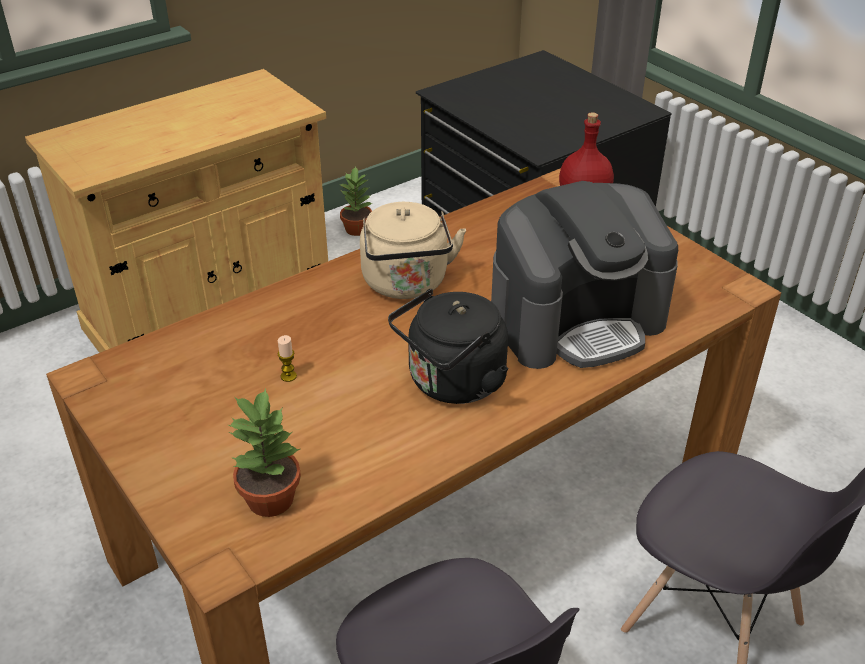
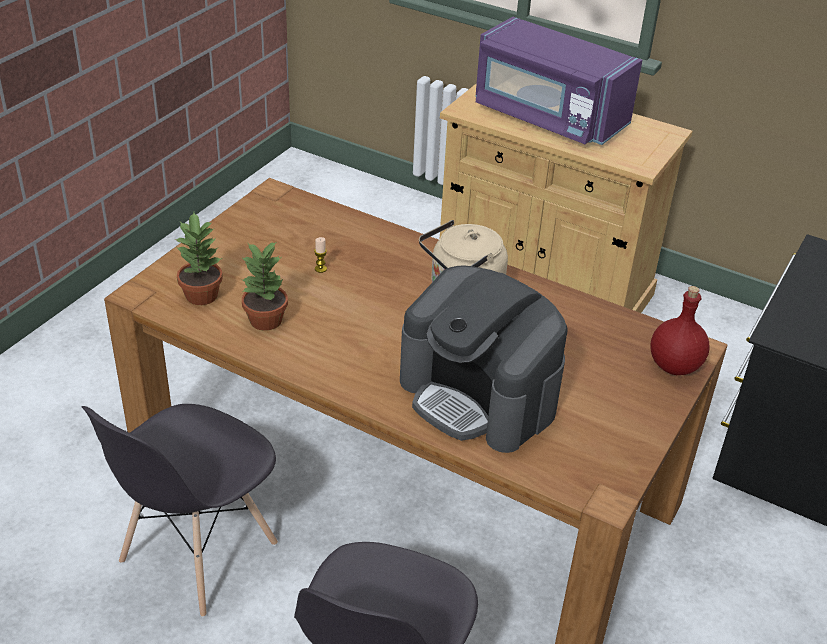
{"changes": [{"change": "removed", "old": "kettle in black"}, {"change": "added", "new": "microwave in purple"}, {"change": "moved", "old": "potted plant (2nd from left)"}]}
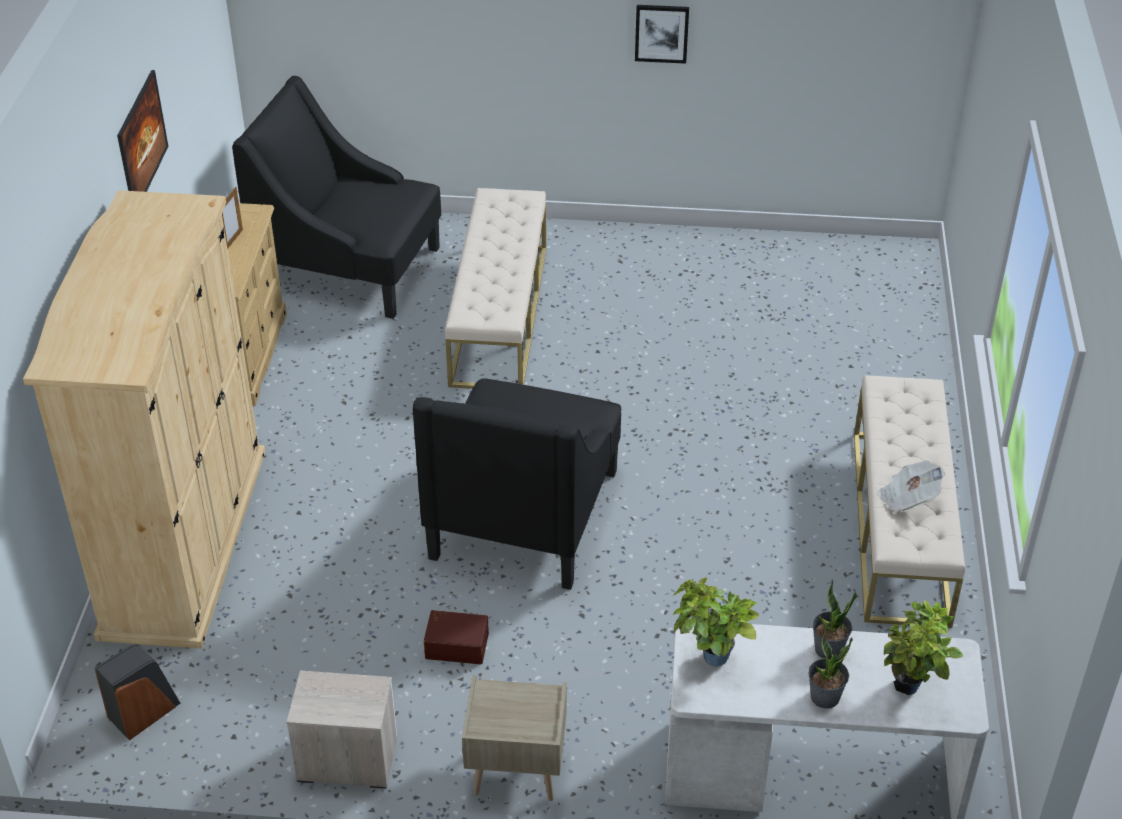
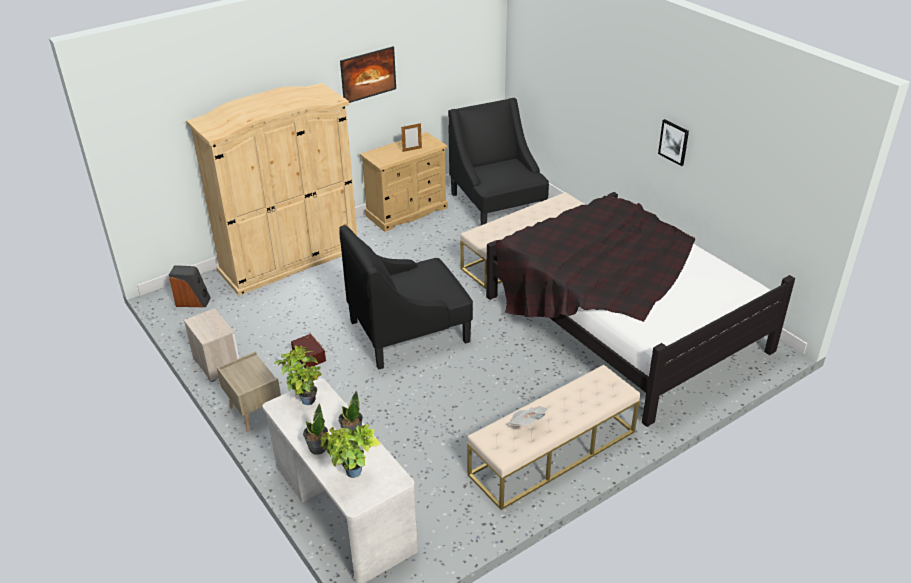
{"changes": [{"change": "added", "new": "bed in black"}]}
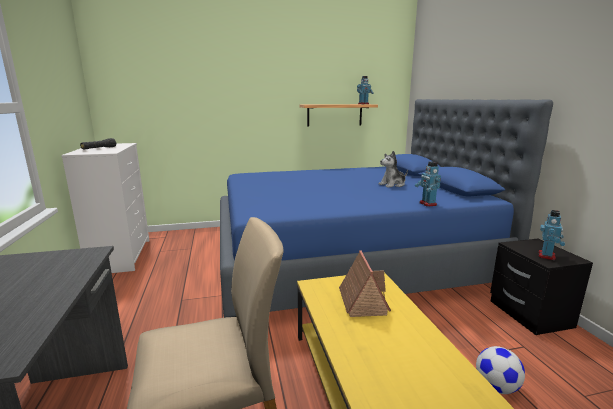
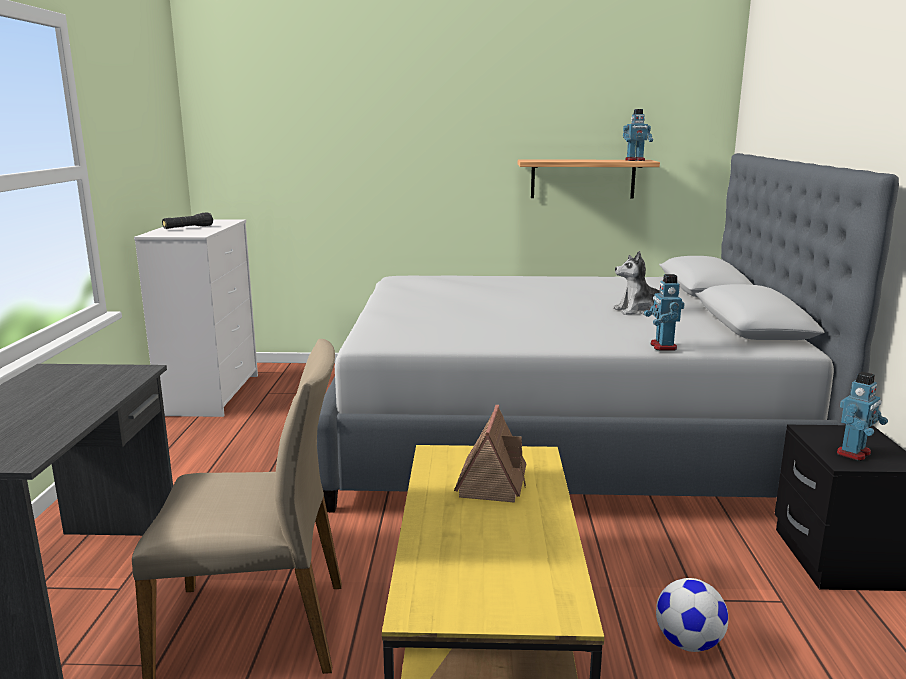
{"changes": [{"change": "recoloured", "old": "bed in blue", "new": "bed in grey"}]}
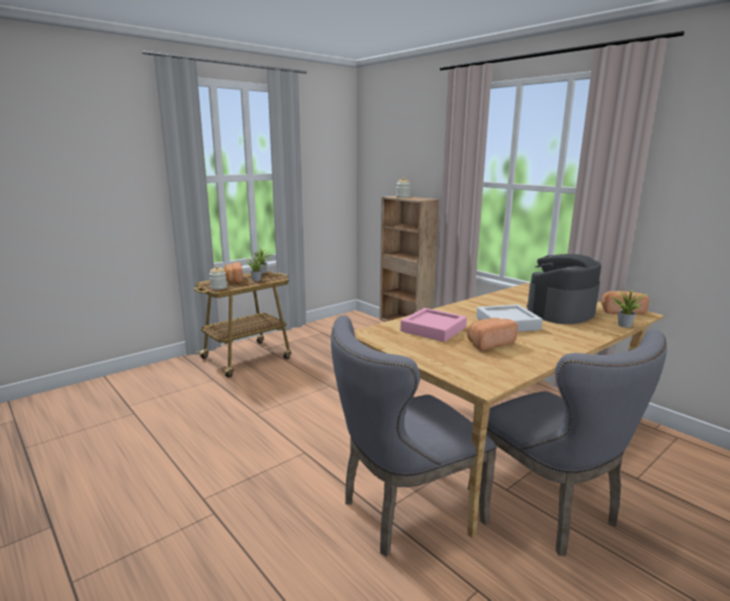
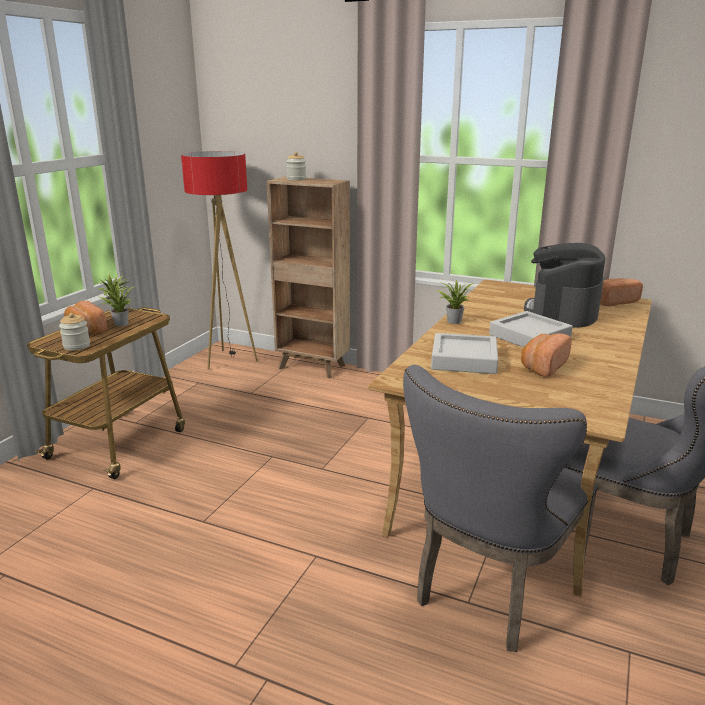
{"changes": [{"change": "added", "new": "floor lamp"}, {"change": "moved", "old": "potted plant (3rd from left)"}, {"change": "recoloured", "old": "tray in pink", "new": "tray in grey (1st from left)"}]}
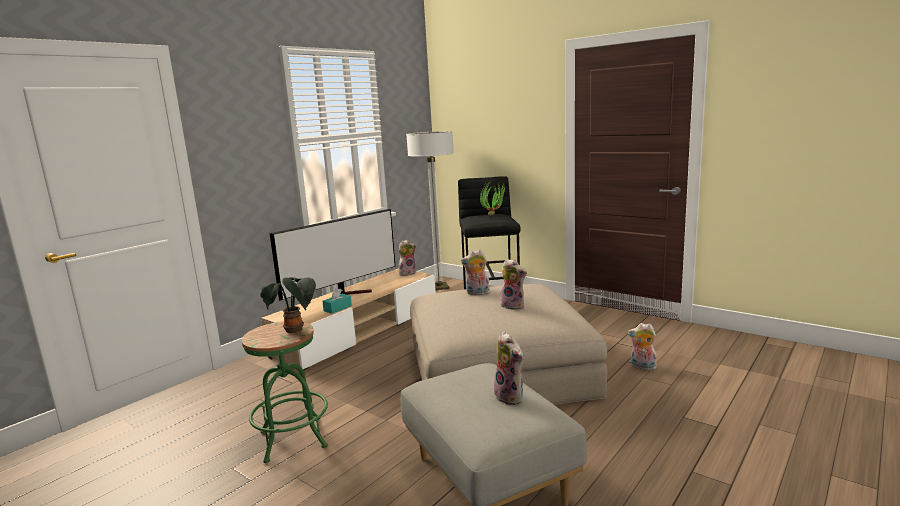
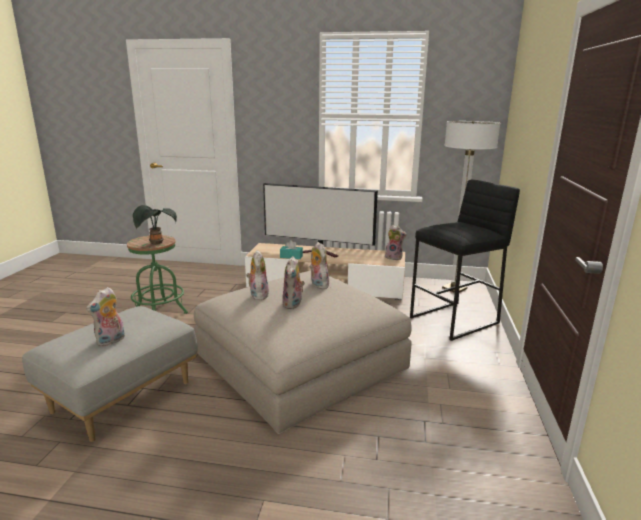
{"changes": [{"change": "removed", "old": "potted plant (2nd from left)"}, {"change": "moved", "old": "plush toy (5th from left in the first image)", "new": "plush toy (2nd from left)"}]}
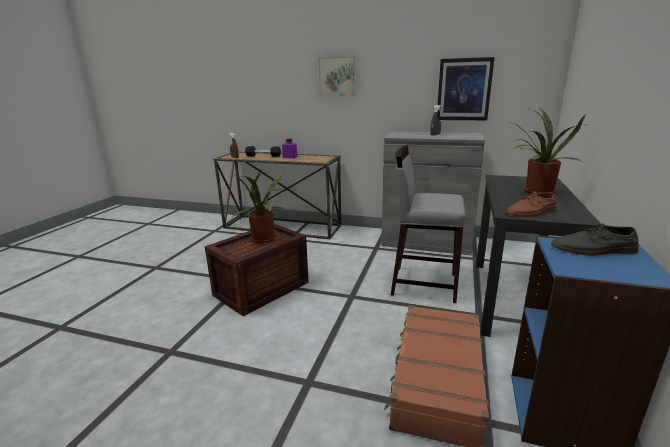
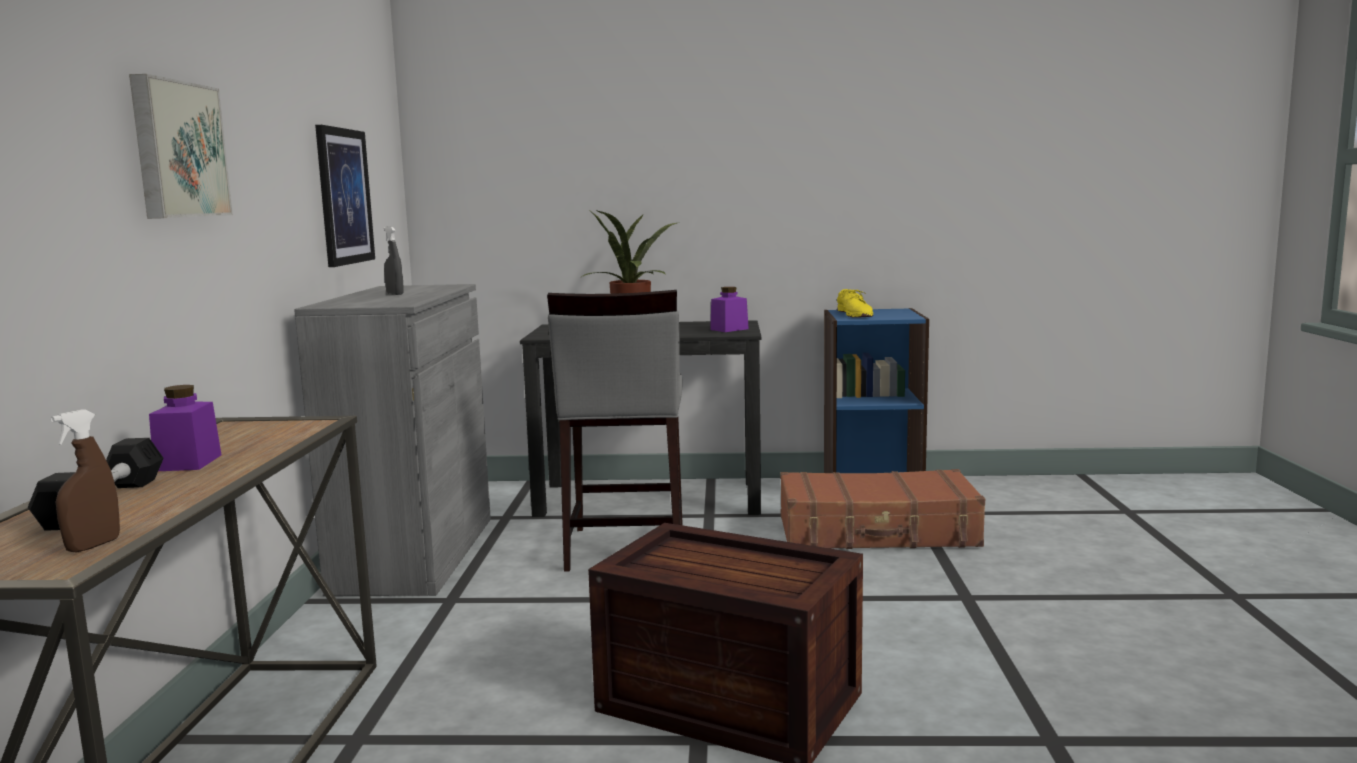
{"changes": [{"change": "removed", "old": "potted plant (1st from left)"}, {"change": "replaced", "old": "shoe in brown", "new": "jar in purple (2nd from left)"}, {"change": "recoloured", "old": "shoe in grey", "new": "shoe in yellow"}]}
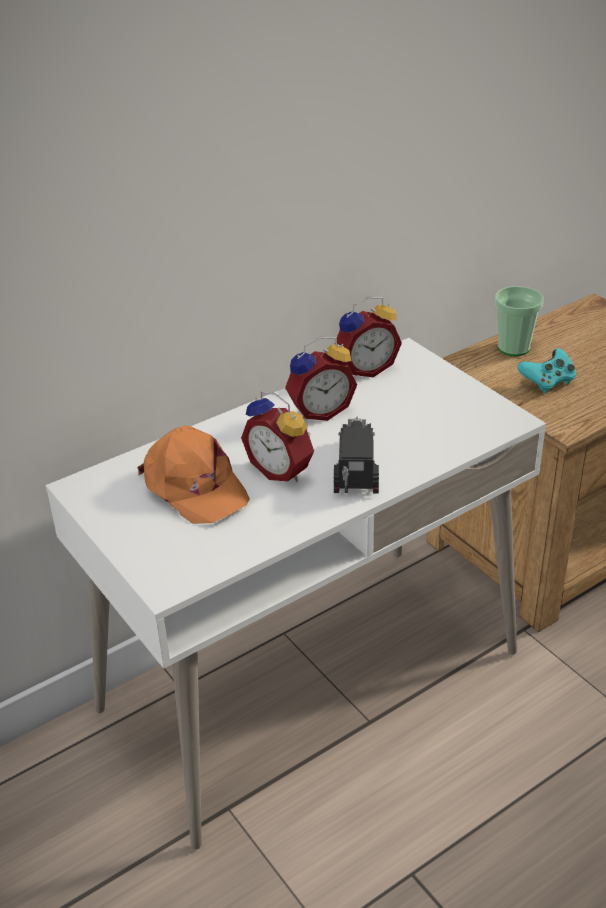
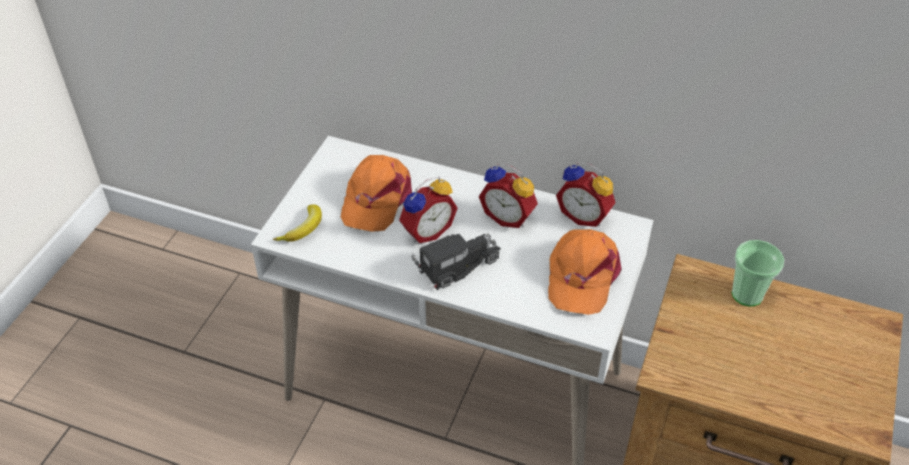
{"changes": [{"change": "removed", "old": "game controller in turquoise"}, {"change": "added", "new": "banana"}, {"change": "added", "new": "cap in orange (2nd from left)"}, {"change": "turned", "old": "alarm clock (1st from left)", "degrees": -135}]}
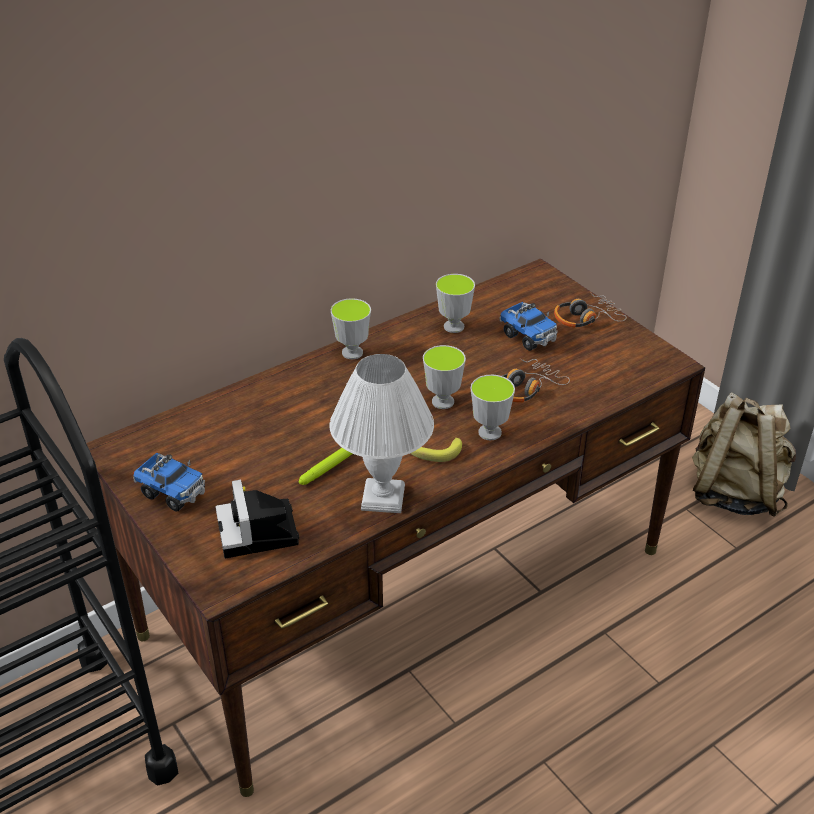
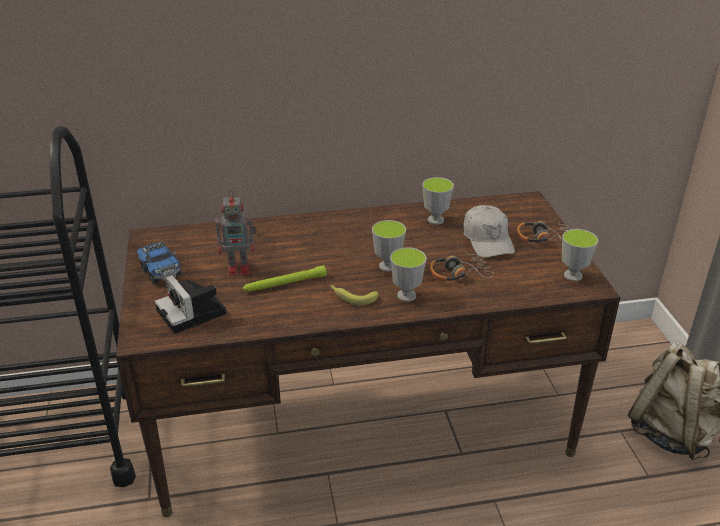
{"changes": [{"change": "removed", "old": "table lamp in white"}, {"change": "added", "new": "toy robot"}, {"change": "moved", "old": "cup (1st from left in the first image)", "new": "cup (4th from left)"}, {"change": "replaced", "old": "toy truck (2nd from left)", "new": "cap in white"}, {"change": "turned", "old": "photo camera", "degrees": -45}]}
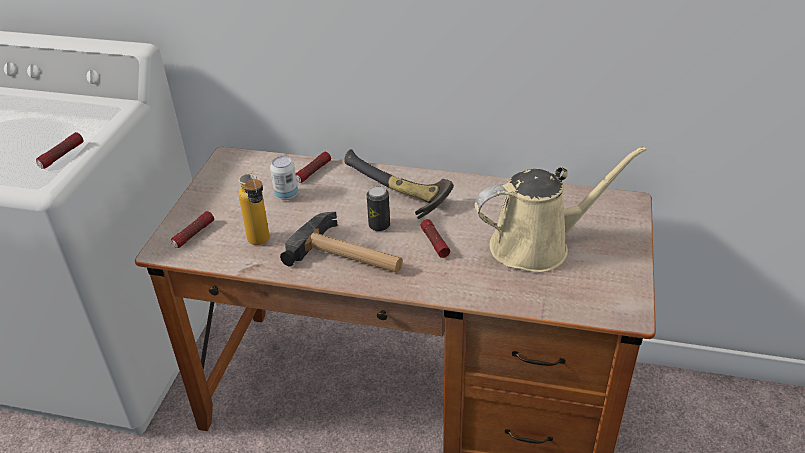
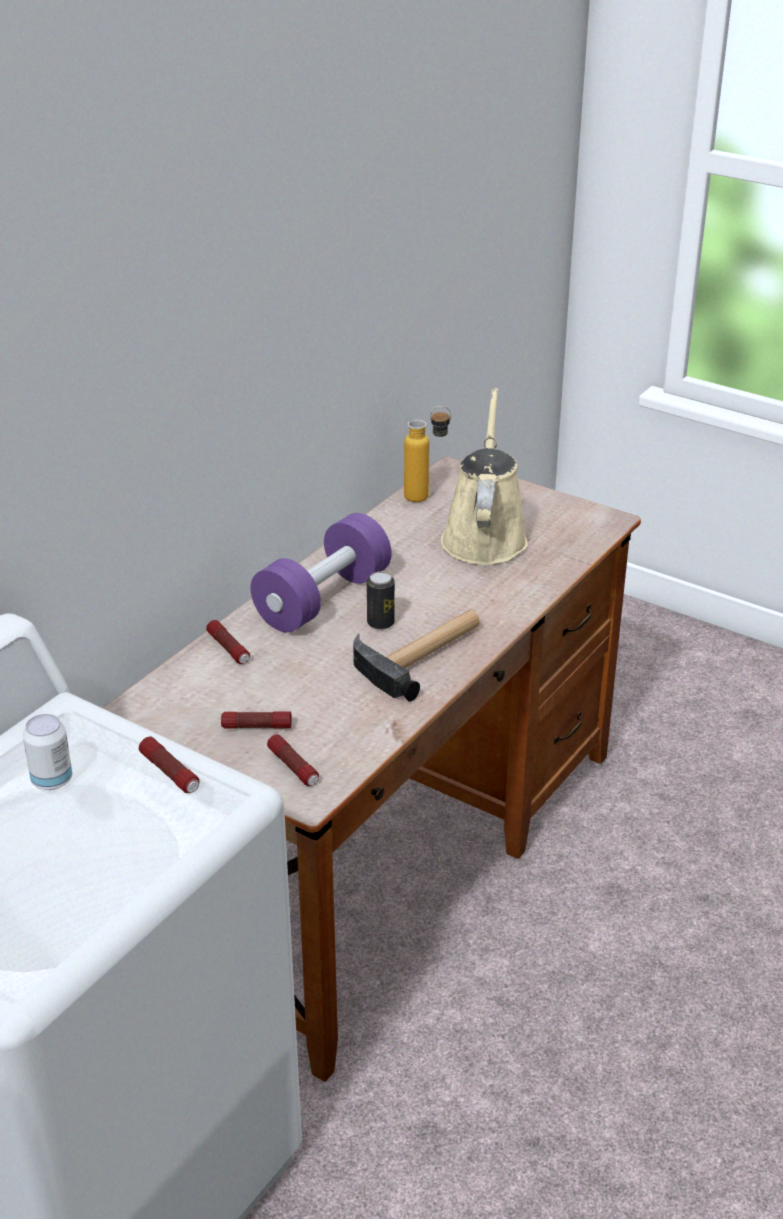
{"changes": [{"change": "moved", "old": "bottle"}, {"change": "moved", "old": "can (1st from left)"}, {"change": "moved", "old": "flashlight (4th from left in the first image)", "new": "flashlight (3rd from left)"}, {"change": "replaced", "old": "hammer (2nd from left)", "new": "dumbbell in purple"}]}
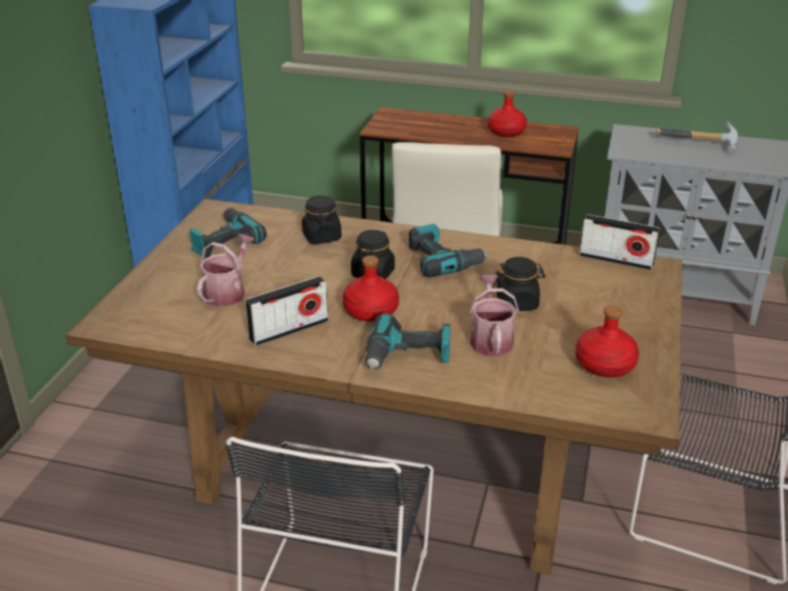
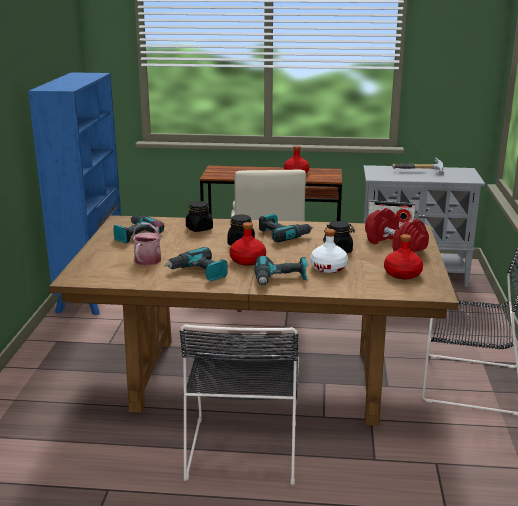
{"changes": [{"change": "added", "new": "dumbbell in red"}, {"change": "replaced", "old": "radio (1st from left)", "new": "power drill (2nd from left)"}, {"change": "replaced", "old": "watering can (2nd from left)", "new": "bottle in white"}]}
